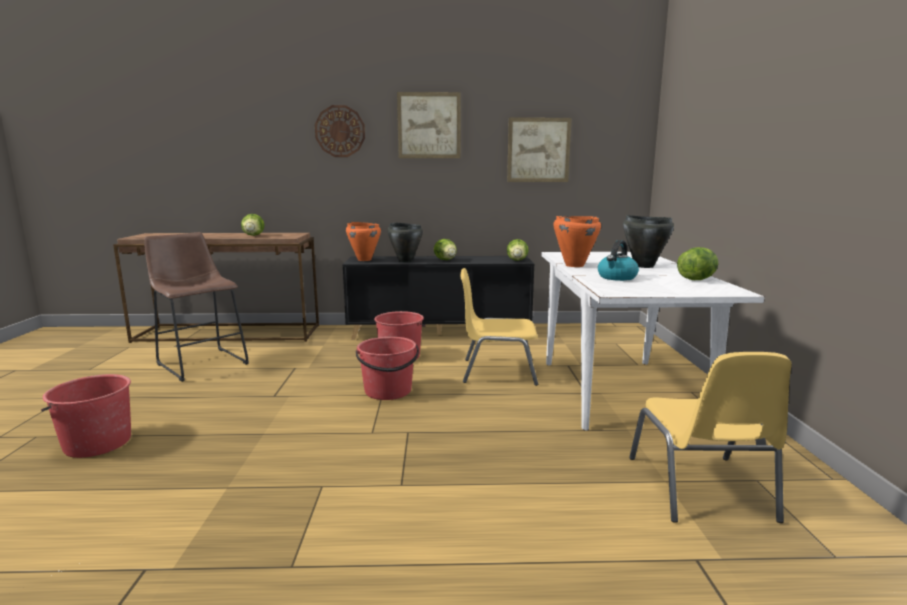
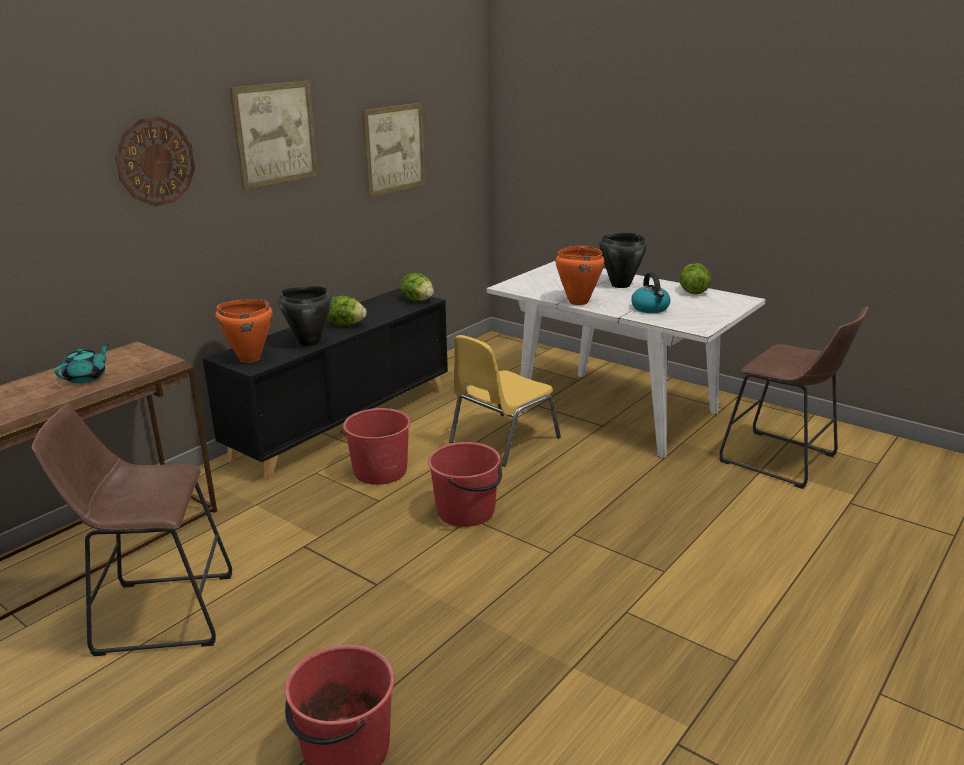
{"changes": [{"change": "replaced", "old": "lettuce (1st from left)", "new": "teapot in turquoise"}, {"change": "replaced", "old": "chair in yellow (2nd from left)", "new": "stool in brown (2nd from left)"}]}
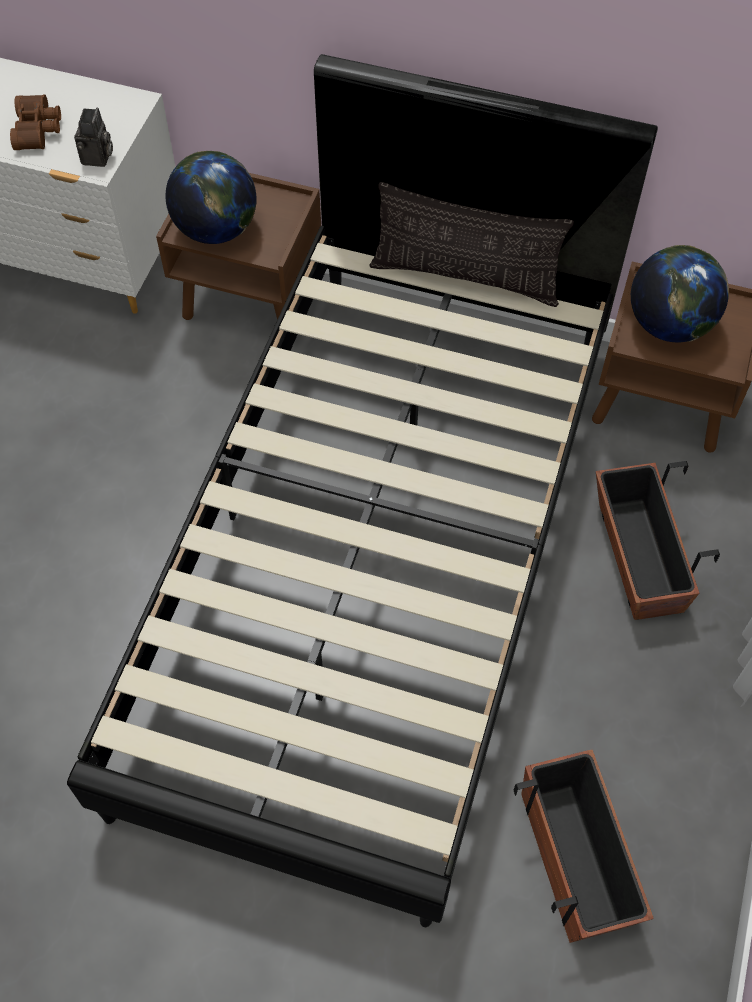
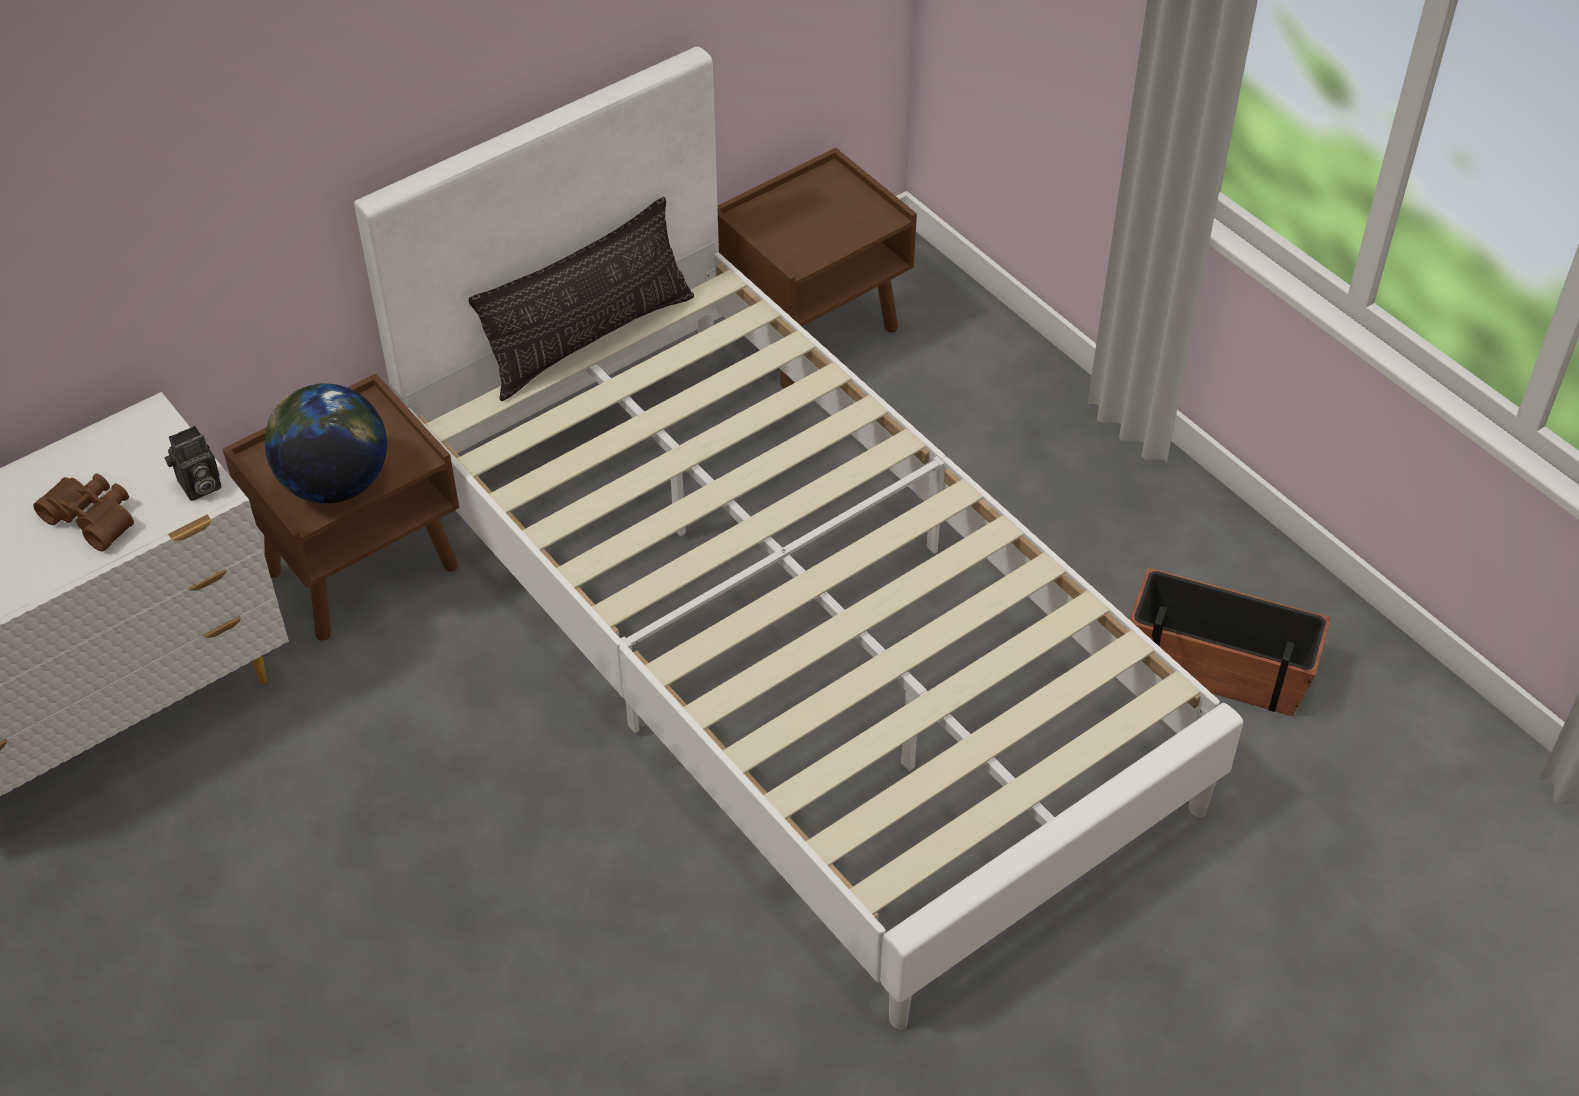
{"changes": [{"change": "removed", "old": "planter (2nd from left)"}, {"change": "removed", "old": "globe (2nd from left)"}, {"change": "recoloured", "old": "bed in black", "new": "bed in white"}, {"change": "turned", "old": "photo camera", "degrees": 105}]}
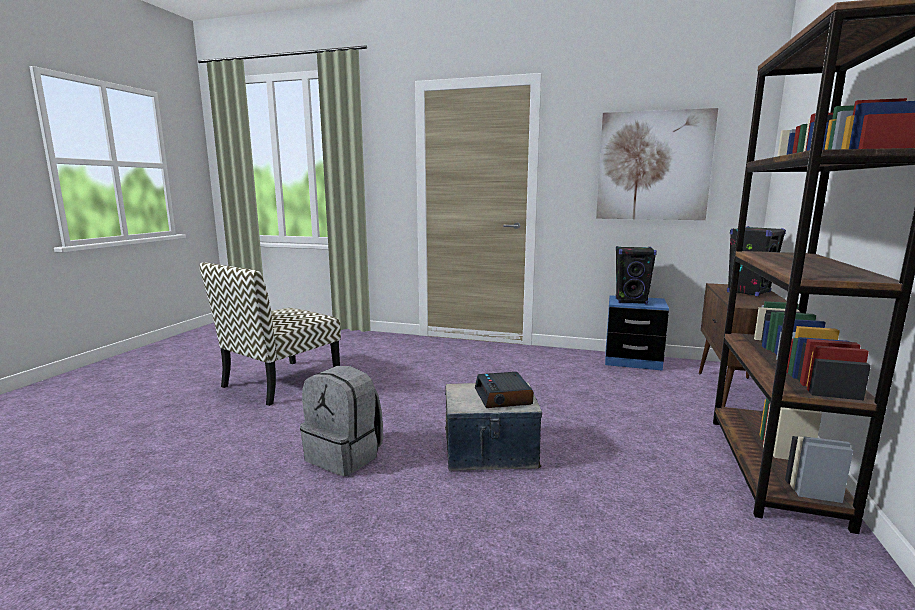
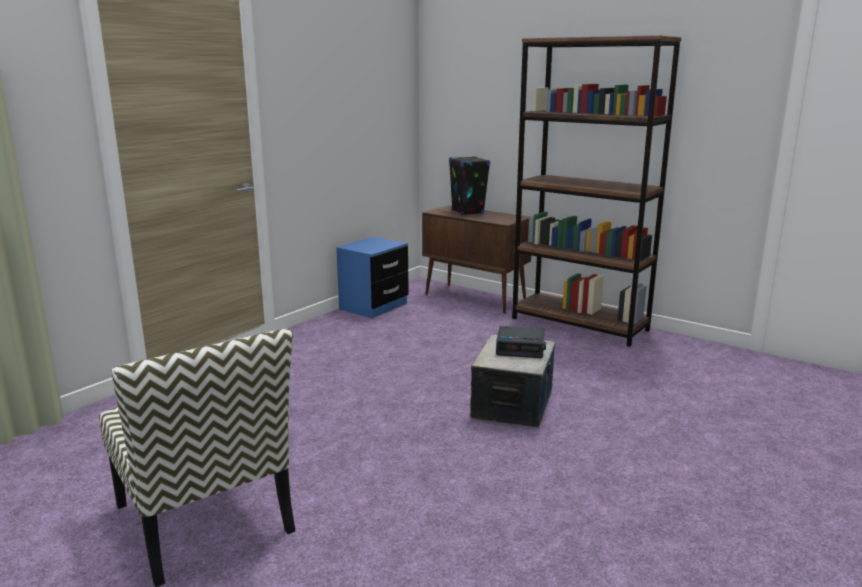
{"changes": [{"change": "removed", "old": "backpack in grey"}, {"change": "removed", "old": "picture"}, {"change": "removed", "old": "speaker in black (1st from left)"}]}
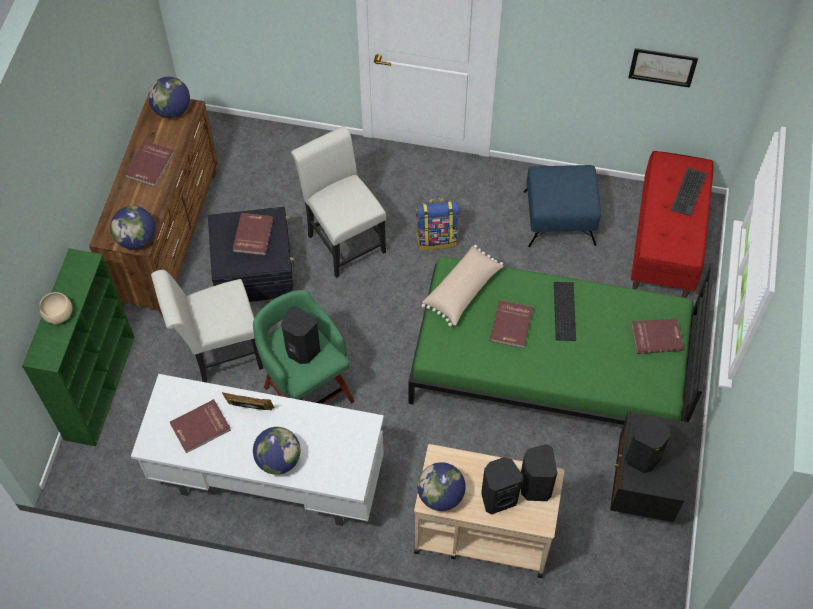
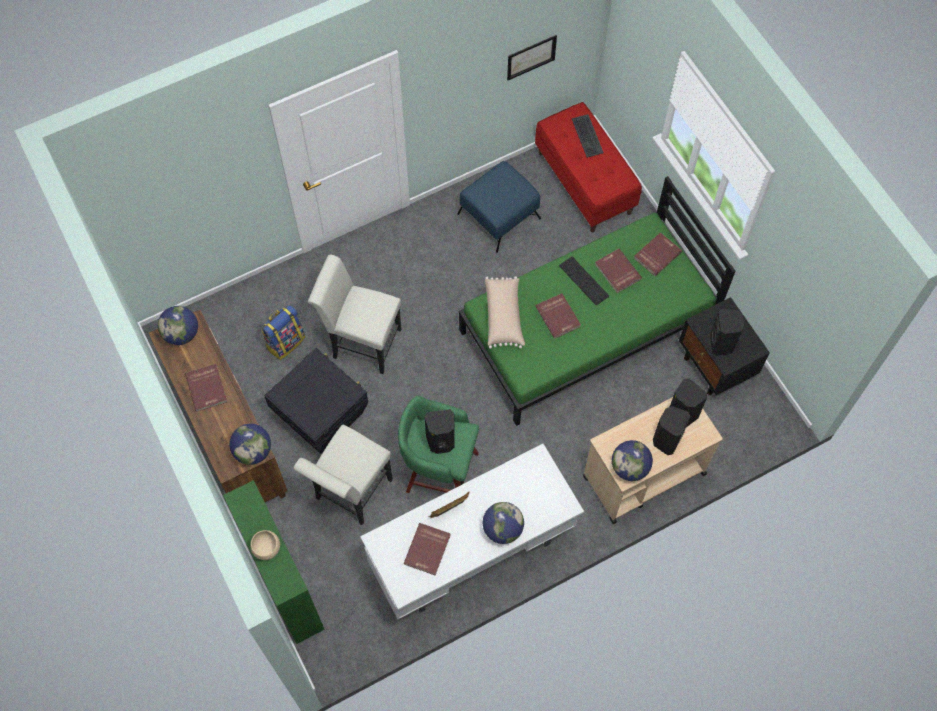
{"changes": [{"change": "moved", "old": "book in red (3rd from left in the first image)", "new": "book in red (4th from left)"}, {"change": "moved", "old": "backpack"}]}
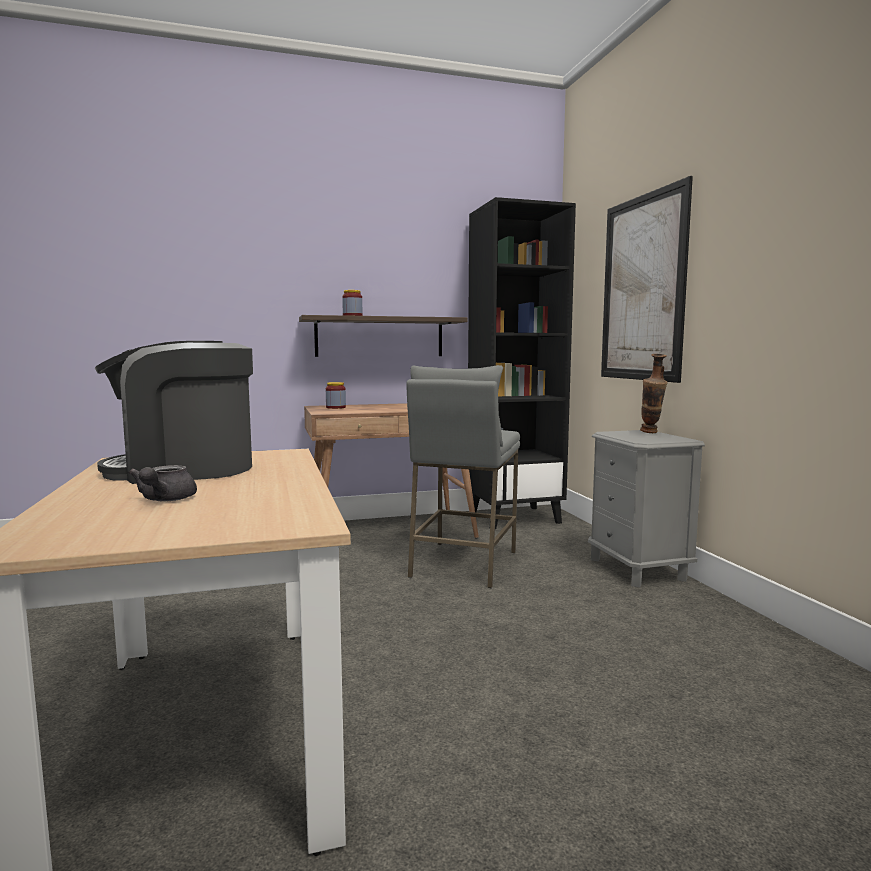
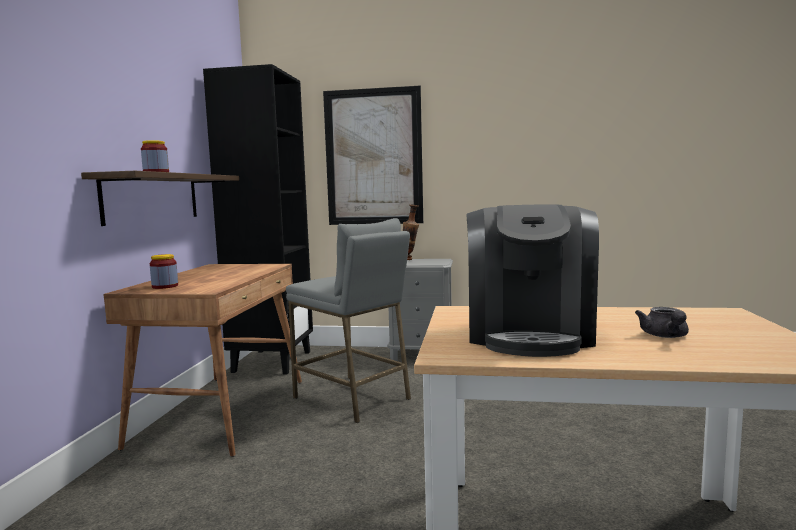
{"changes": [{"change": "turned", "old": "teapot in grey", "degrees": 75}]}
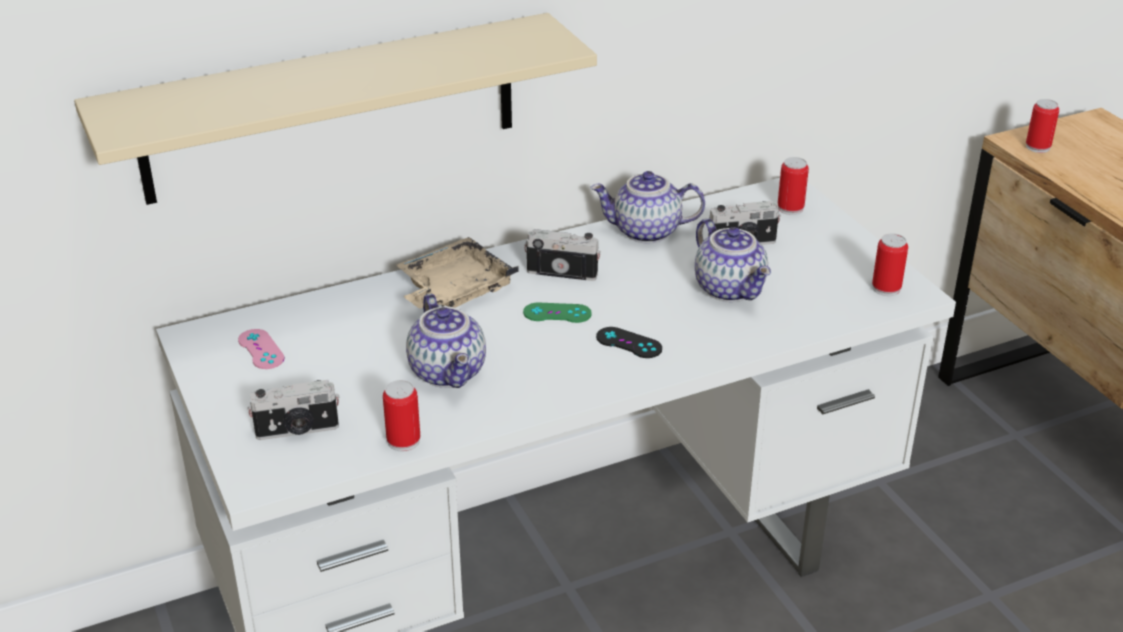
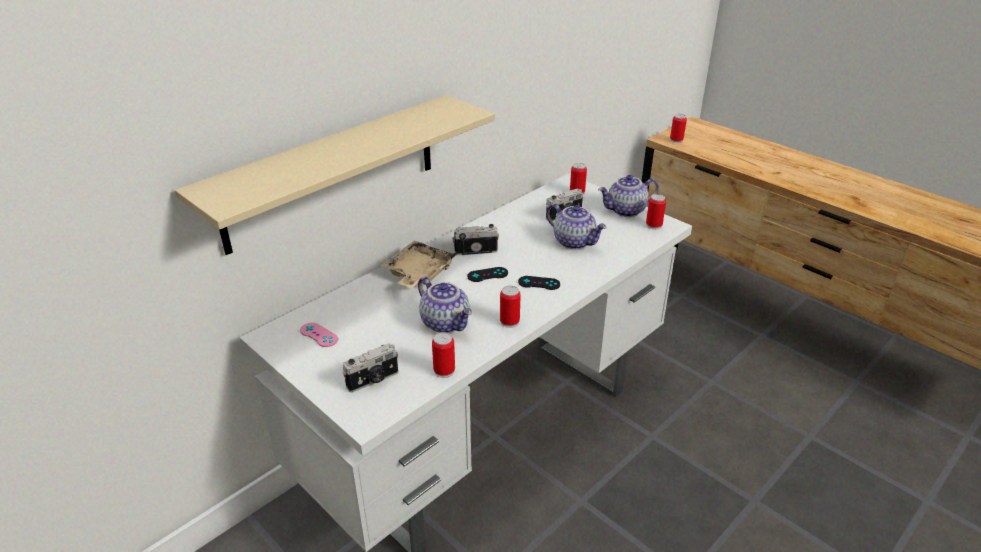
{"changes": [{"change": "added", "new": "can (2nd from left)"}, {"change": "moved", "old": "teapot (2nd from left in the first image)", "new": "teapot (3rd from left)"}, {"change": "recoloured", "old": "game controller in green", "new": "game controller in black (1st from left)"}]}
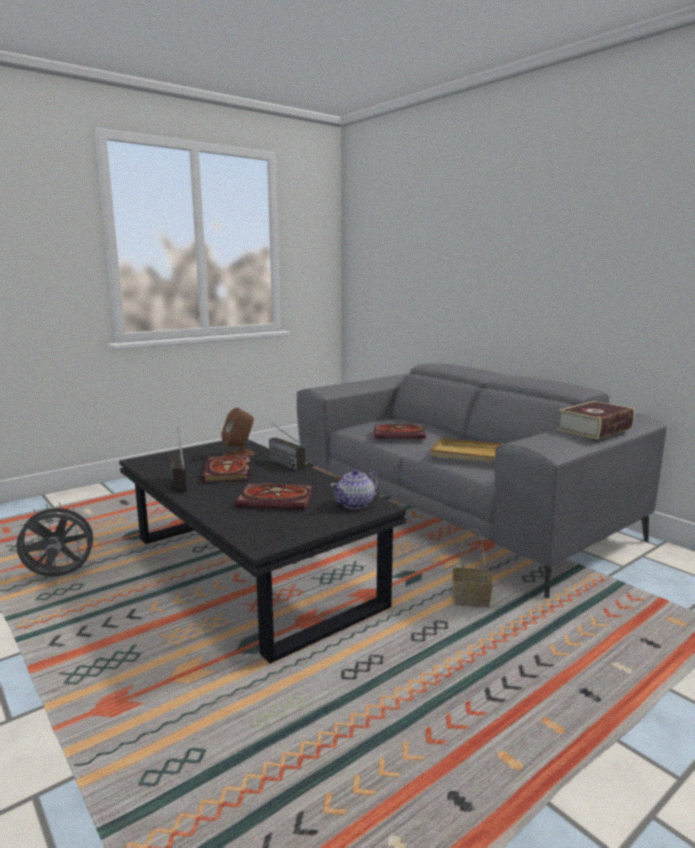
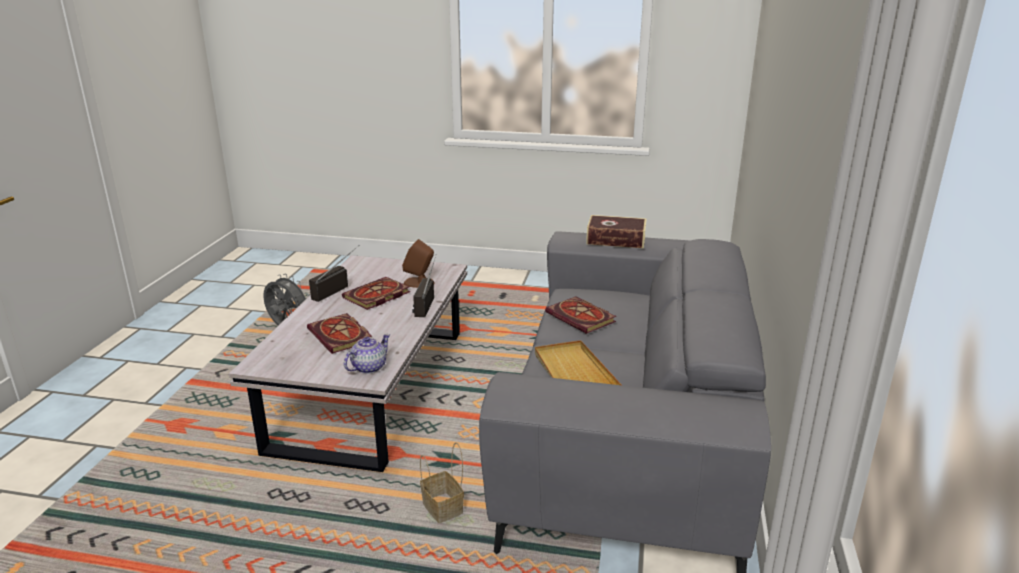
{"changes": [{"change": "moved", "old": "book (4th from left)"}, {"change": "recoloured", "old": "coffee table in black", "new": "coffee table in white"}, {"change": "turned", "old": "teapot", "degrees": 120}]}
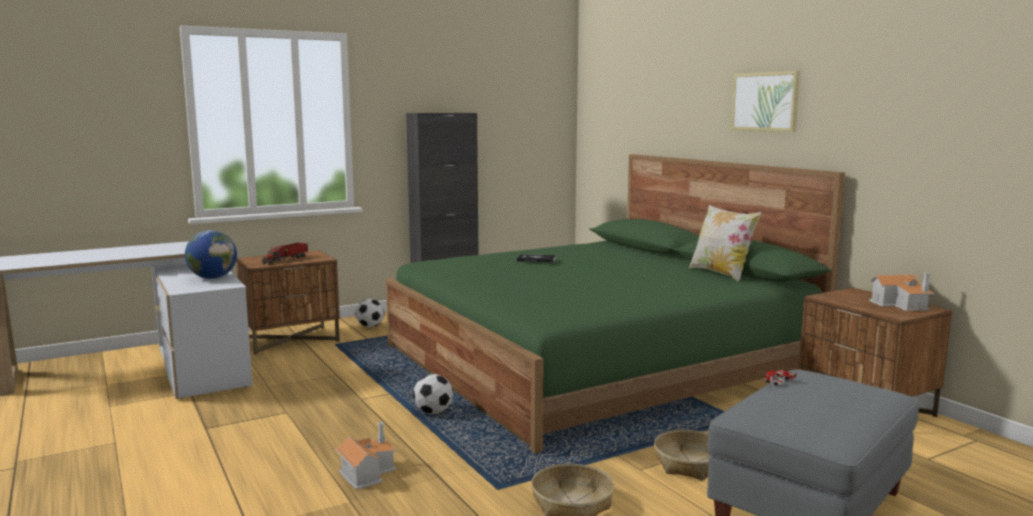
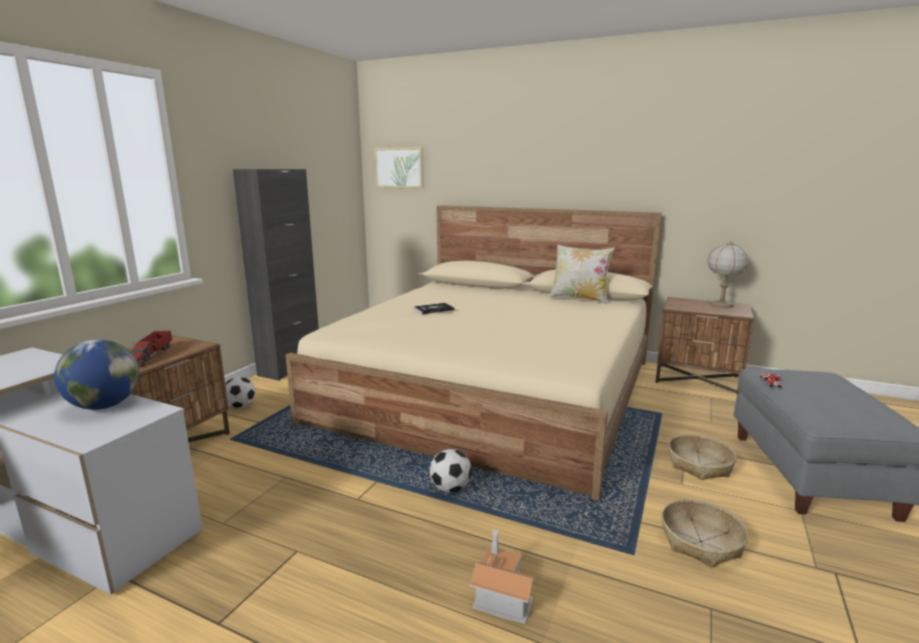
{"changes": [{"change": "moved", "old": "picture"}, {"change": "replaced", "old": "toy house (2nd from left)", "new": "table lamp"}, {"change": "recoloured", "old": "bed in green", "new": "bed in beige"}]}
